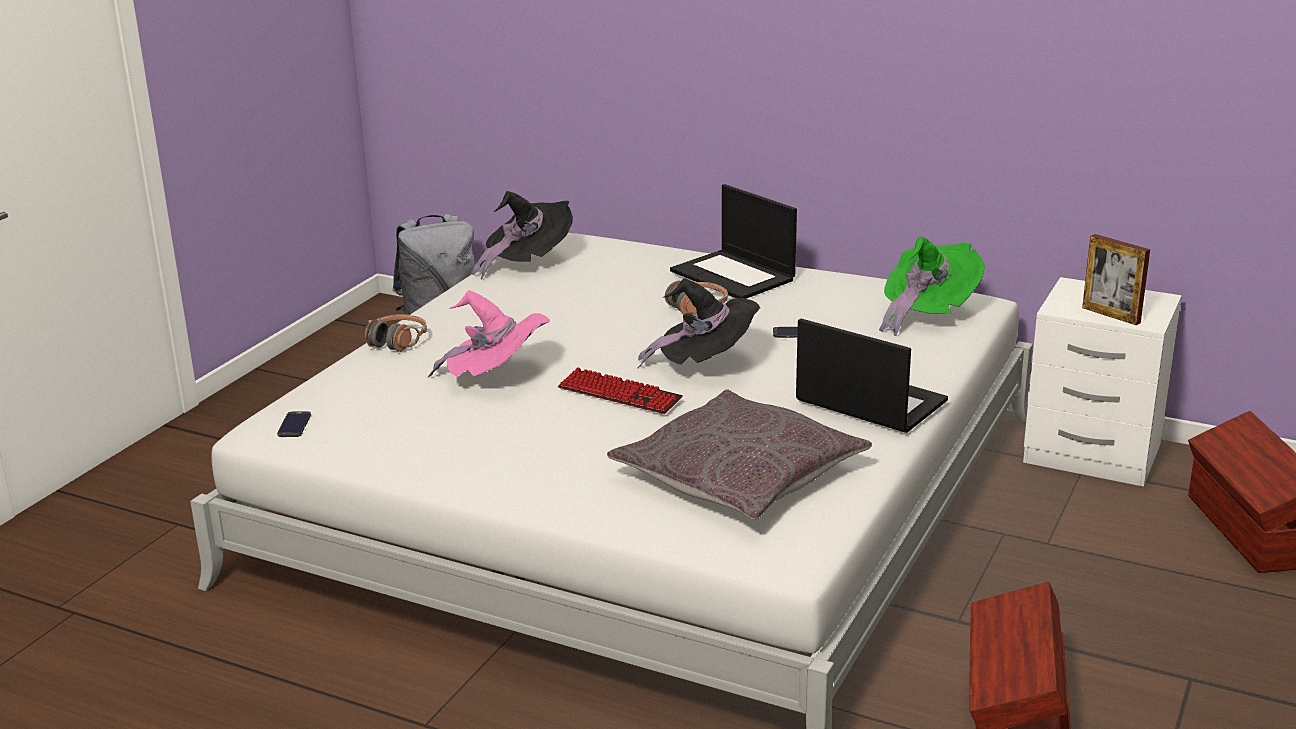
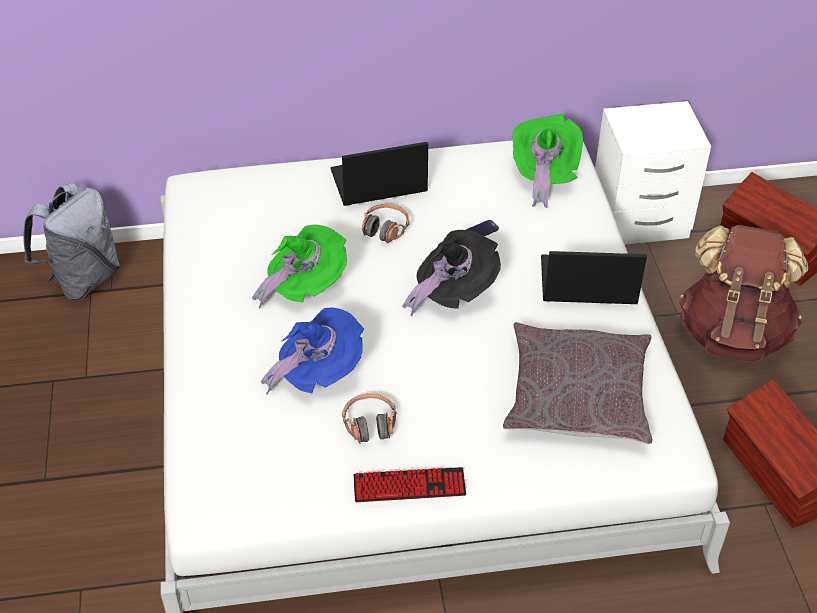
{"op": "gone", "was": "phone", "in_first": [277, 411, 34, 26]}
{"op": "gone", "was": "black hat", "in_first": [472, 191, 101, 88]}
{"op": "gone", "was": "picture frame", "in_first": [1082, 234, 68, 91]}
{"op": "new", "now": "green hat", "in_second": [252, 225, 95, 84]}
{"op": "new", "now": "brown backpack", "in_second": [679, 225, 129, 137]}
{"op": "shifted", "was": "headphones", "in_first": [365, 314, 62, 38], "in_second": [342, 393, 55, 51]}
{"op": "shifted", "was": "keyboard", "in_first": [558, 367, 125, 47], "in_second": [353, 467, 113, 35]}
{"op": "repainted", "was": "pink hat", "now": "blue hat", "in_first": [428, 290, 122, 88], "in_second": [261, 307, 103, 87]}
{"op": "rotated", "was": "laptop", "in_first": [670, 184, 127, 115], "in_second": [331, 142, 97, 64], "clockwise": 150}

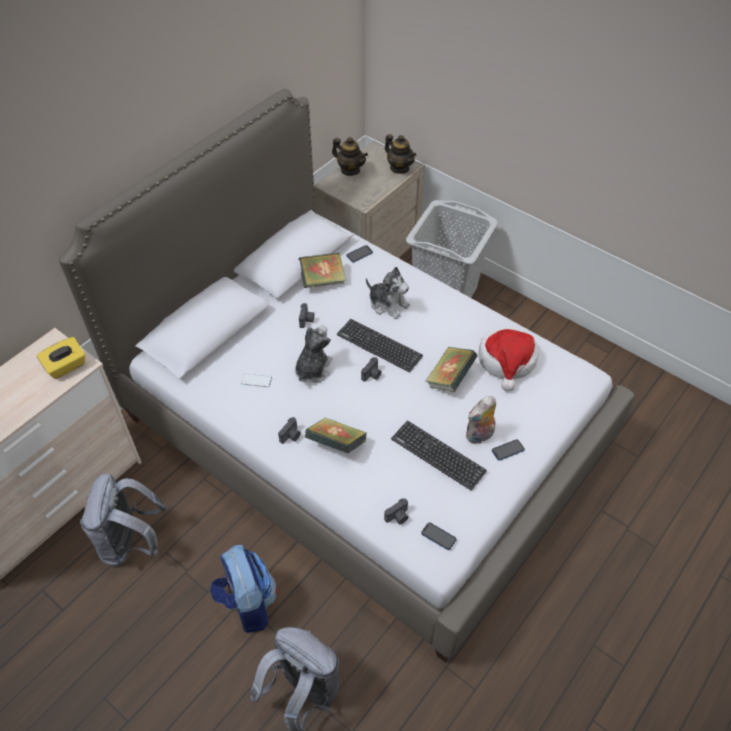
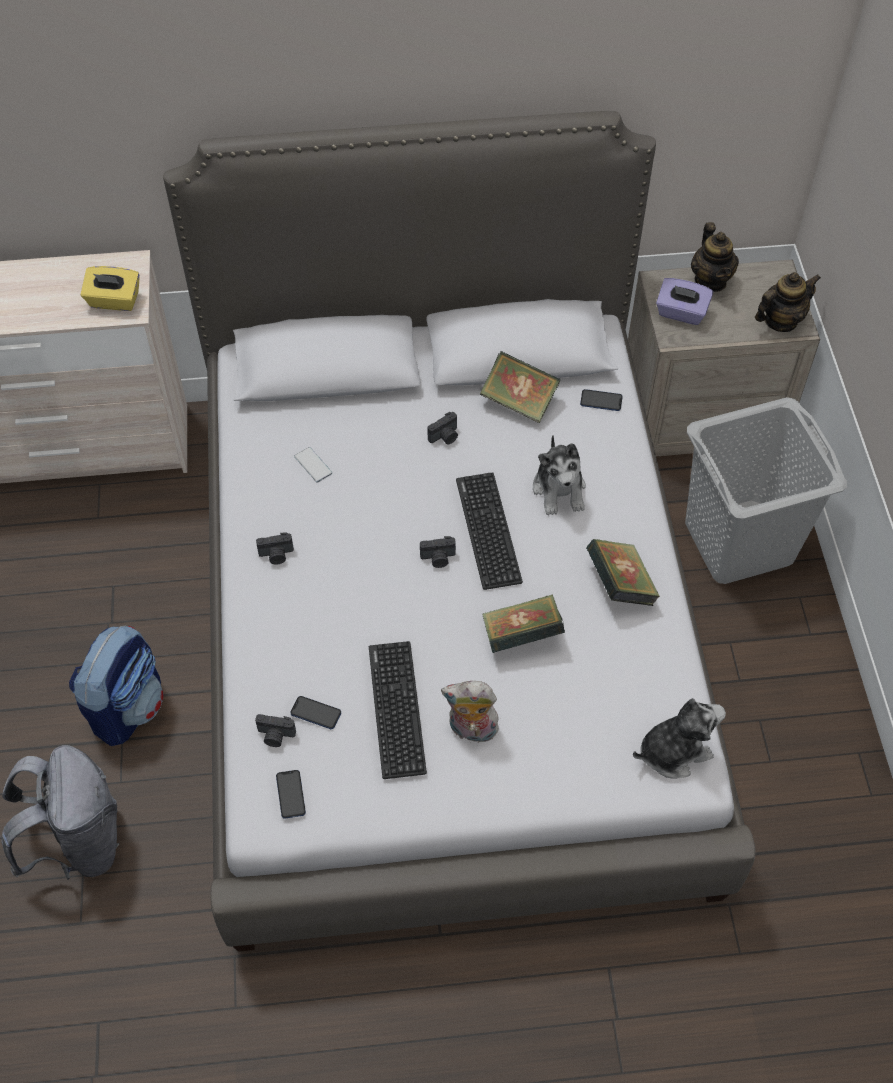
{"op": "gone", "was": "grey backpack", "in_first": [80, 473, 87, 93]}
{"op": "gone", "was": "hat", "in_first": [478, 326, 61, 66]}
{"op": "new", "now": "purple tissue box", "in_second": [656, 278, 57, 47]}
{"op": "shifted", "was": "plush toy", "in_first": [295, 325, 38, 58], "in_second": [633, 698, 93, 81]}
{"op": "shifted", "was": "book", "in_first": [305, 417, 62, 37], "in_second": [586, 539, 74, 67]}
{"op": "shifted", "was": "phone", "in_first": [492, 439, 33, 22], "in_second": [290, 696, 51, 33]}
{"op": "rotated", "was": "teapot", "in_first": [385, 134, 31, 40], "in_second": [755, 272, 66, 60], "clockwise": -120}

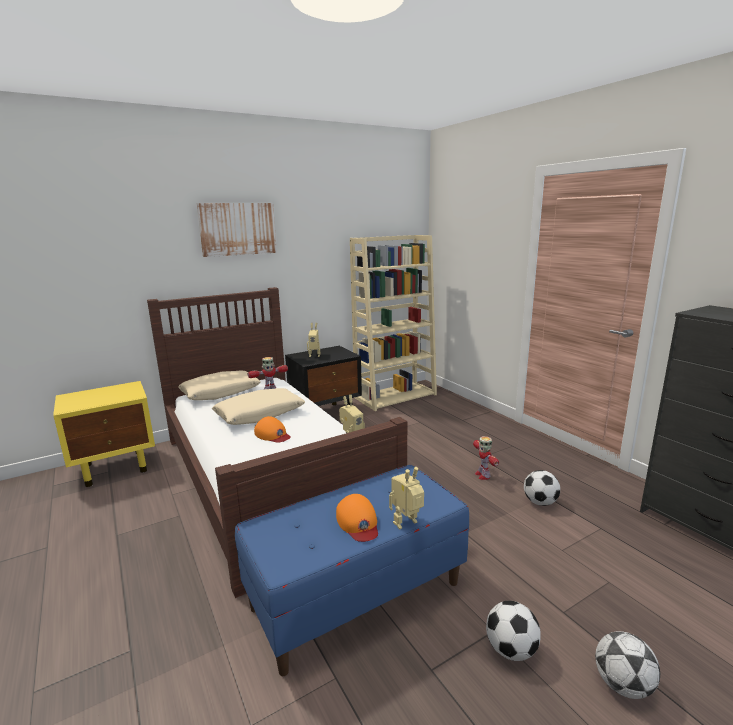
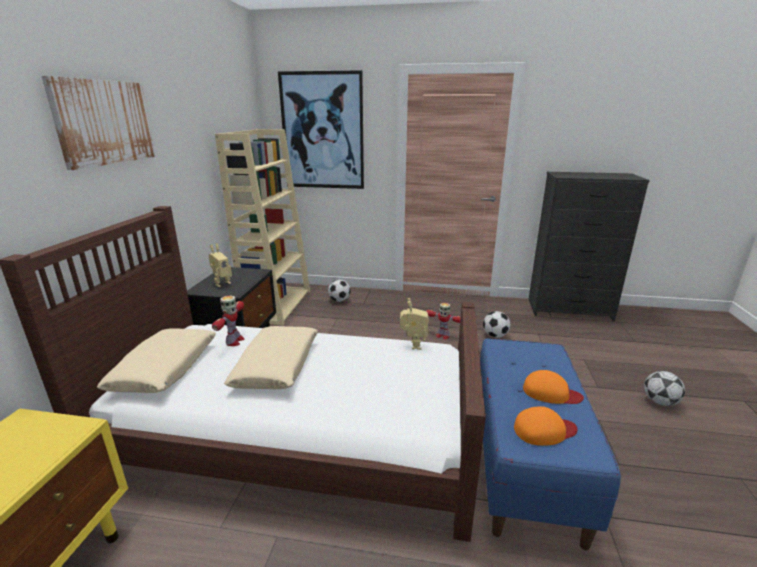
{"op": "gone", "was": "toy robot", "in_first": [389, 467, 35, 62]}
{"op": "new", "now": "picture", "in_second": [278, 70, 86, 119]}
{"op": "shifted", "was": "orange cap", "in_first": [254, 416, 37, 27], "in_second": [514, 406, 63, 40]}
{"op": "shifted", "was": "football", "in_first": [486, 601, 55, 60], "in_second": [328, 280, 23, 22]}

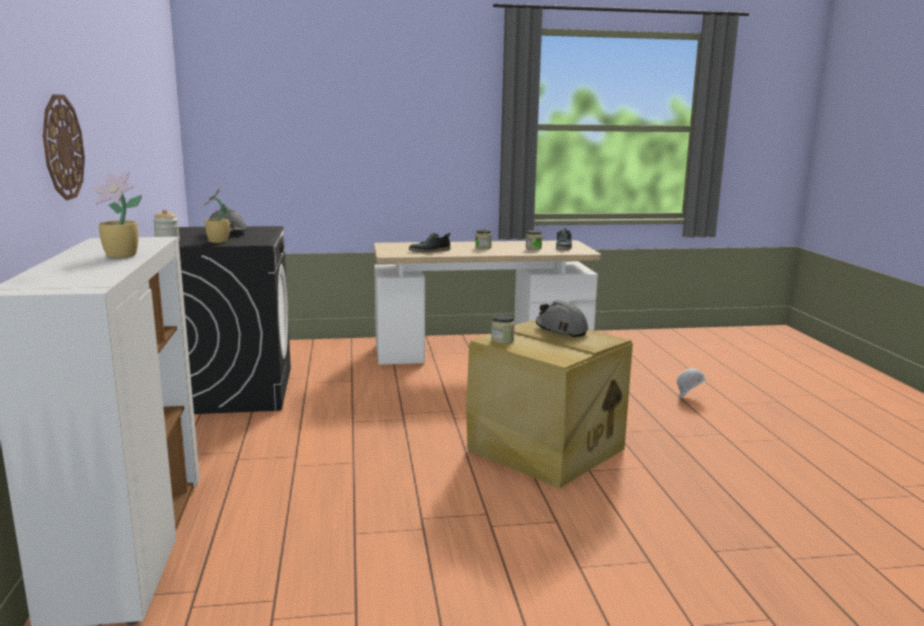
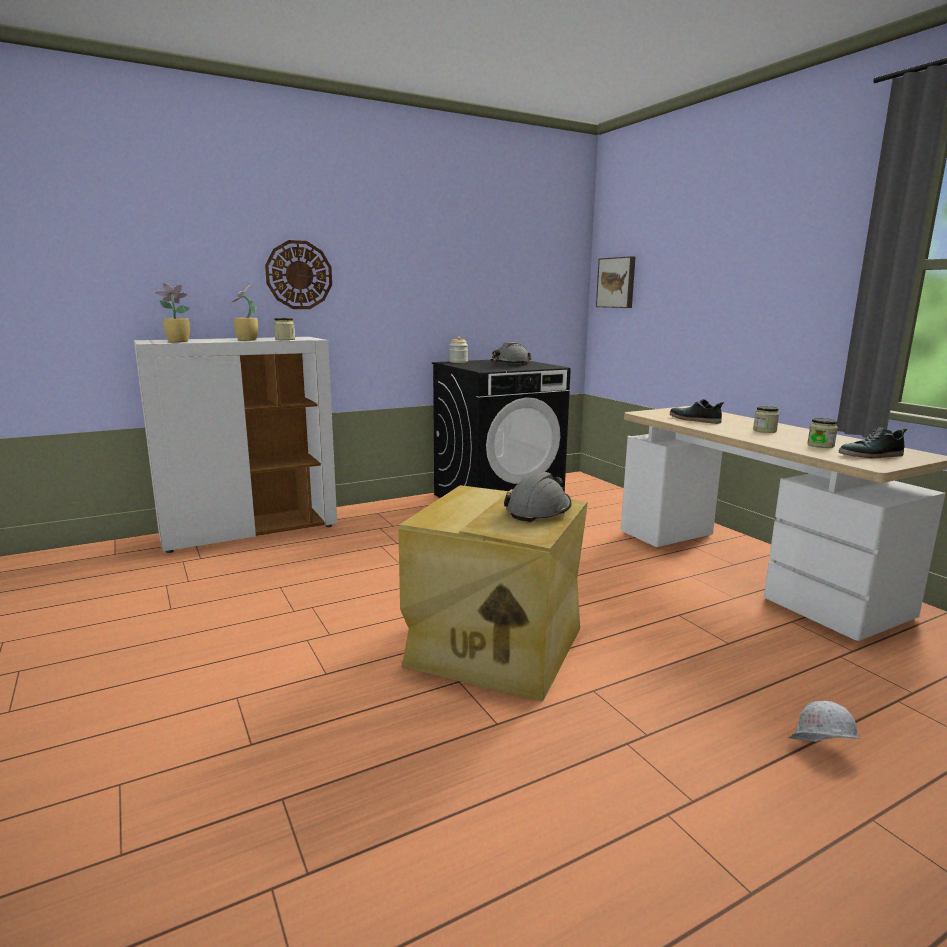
{"op": "new", "now": "picture", "in_second": [596, 256, 40, 52]}
{"op": "shifted", "was": "potted plant", "in_first": [202, 187, 28, 56], "in_second": [155, 283, 35, 59]}
{"op": "shifted", "was": "jar", "in_first": [491, 315, 24, 29], "in_second": [274, 318, 21, 22]}

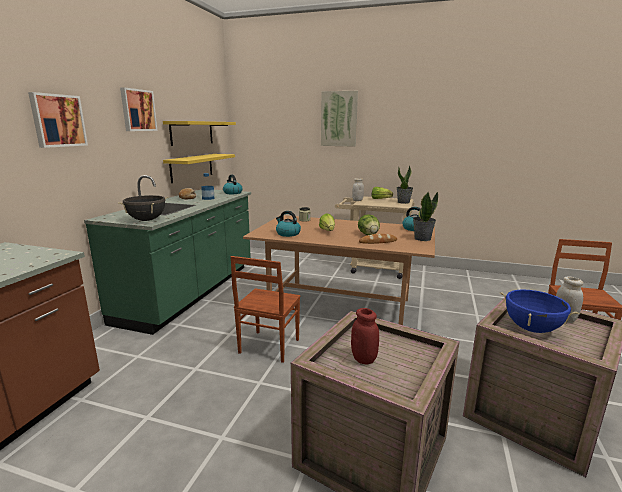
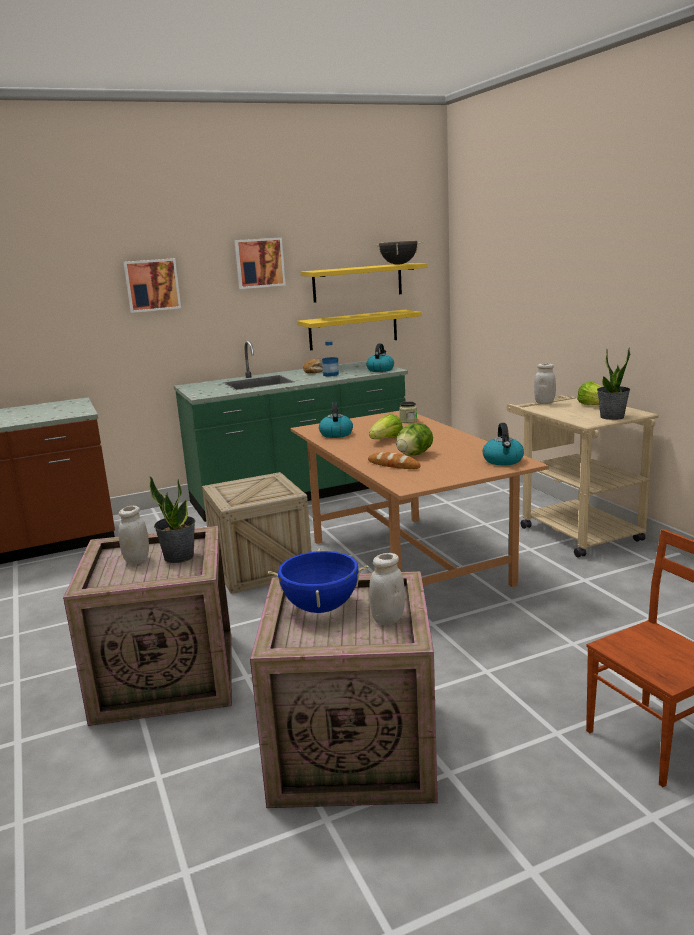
{"op": "gone", "was": "picture", "in_first": [321, 91, 37, 56]}
{"op": "shifted", "was": "black cooking pot", "in_first": [118, 195, 51, 26], "in_second": [374, 241, 48, 24]}
{"op": "shifted", "was": "potted plant", "in_first": [413, 192, 25, 49], "in_second": [149, 476, 46, 87]}
{"op": "swapped", "was": "brown chair", "now": "crate", "in_first": [231, 256, 70, 107], "in_second": [202, 472, 110, 122]}
{"op": "repainted", "was": "red jar", "now": "white jar", "in_first": [351, 308, 28, 56], "in_second": [118, 506, 31, 59]}

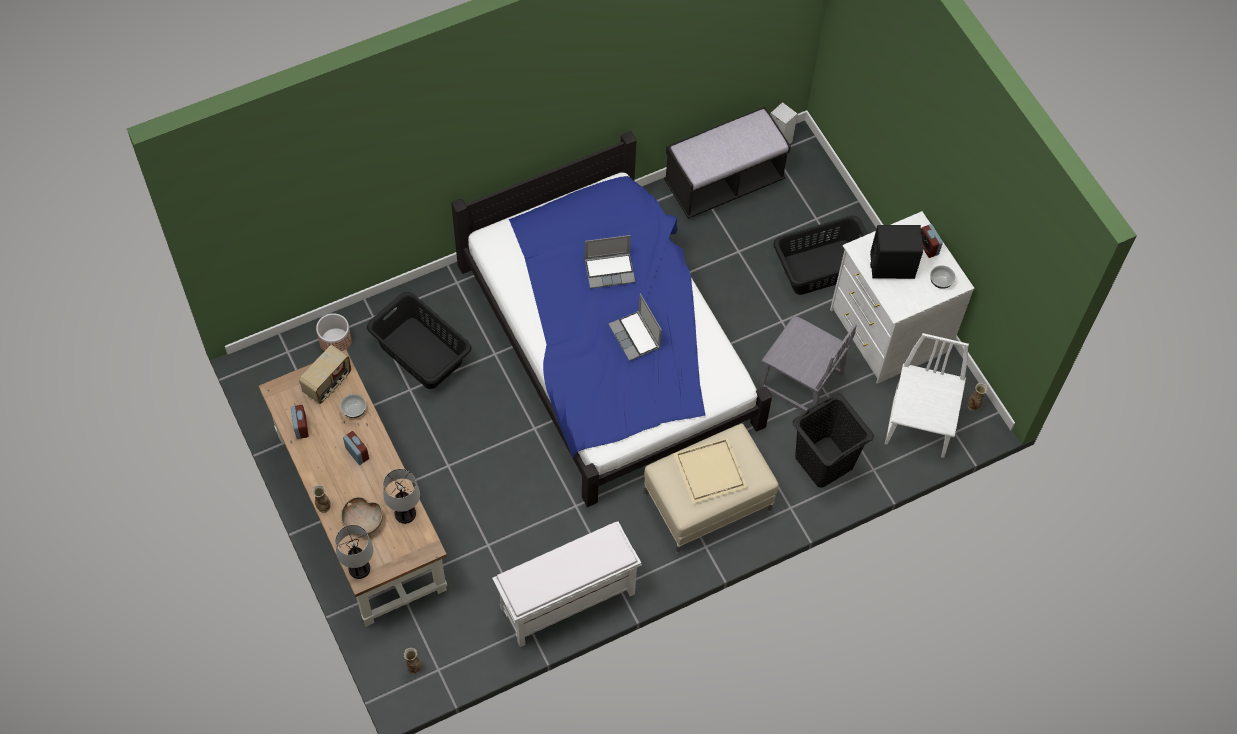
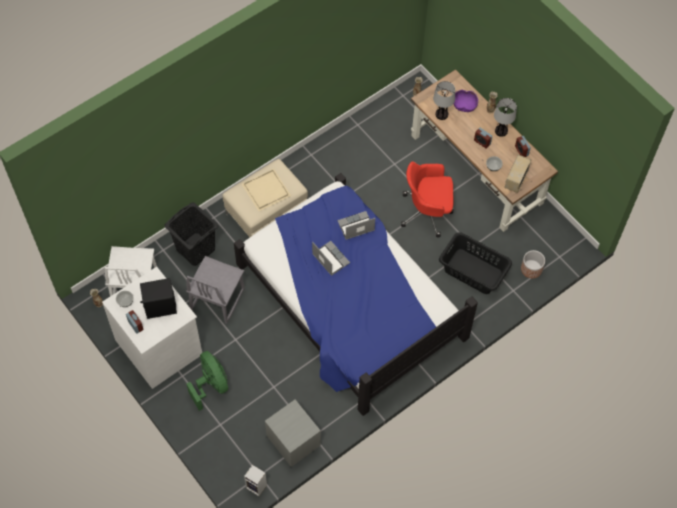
{"op": "gone", "was": "white bench", "in_first": [492, 521, 150, 126]}
{"op": "new", "now": "red office chair", "in_second": [401, 162, 53, 75]}
{"op": "shifted", "was": "table lamp", "in_first": [335, 525, 38, 54], "in_second": [494, 98, 23, 39]}
{"op": "shifted", "was": "laptop", "in_first": [585, 235, 50, 54], "in_second": [337, 211, 38, 29]}
{"op": "swapped", "was": "black bench", "now": "grey nightstand", "in_first": [664, 107, 127, 112], "in_second": [265, 400, 56, 67]}
{"op": "swapped", "was": "black laundry basket", "now": "green fan", "in_first": [773, 216, 94, 79], "in_second": [187, 351, 41, 60]}
{"op": "repainted", "was": "brown bowl", "now": "purple bowl", "in_first": [341, 497, 42, 39], "in_second": [454, 90, 24, 22]}
{"op": "rotated", "was": "grey chair", "in_first": [759, 315, 98, 97], "in_second": [186, 256, 59, 68], "clockwise": -90}

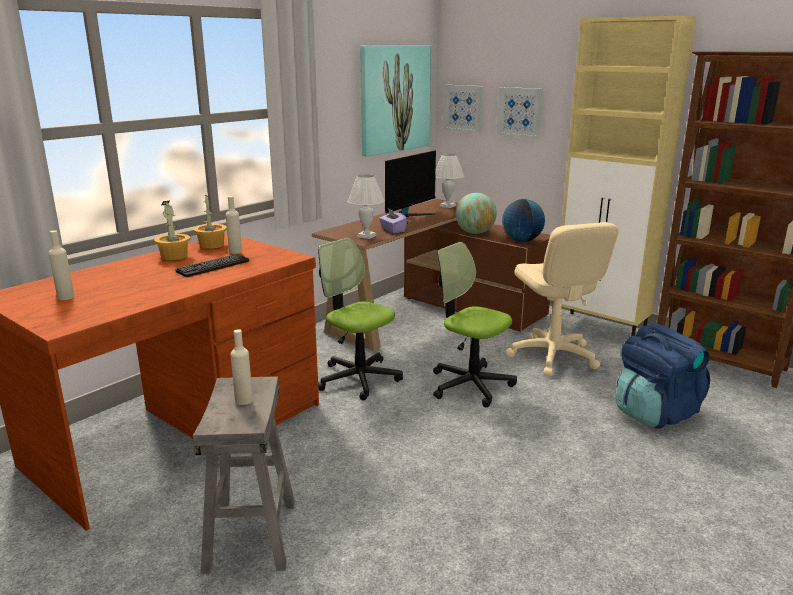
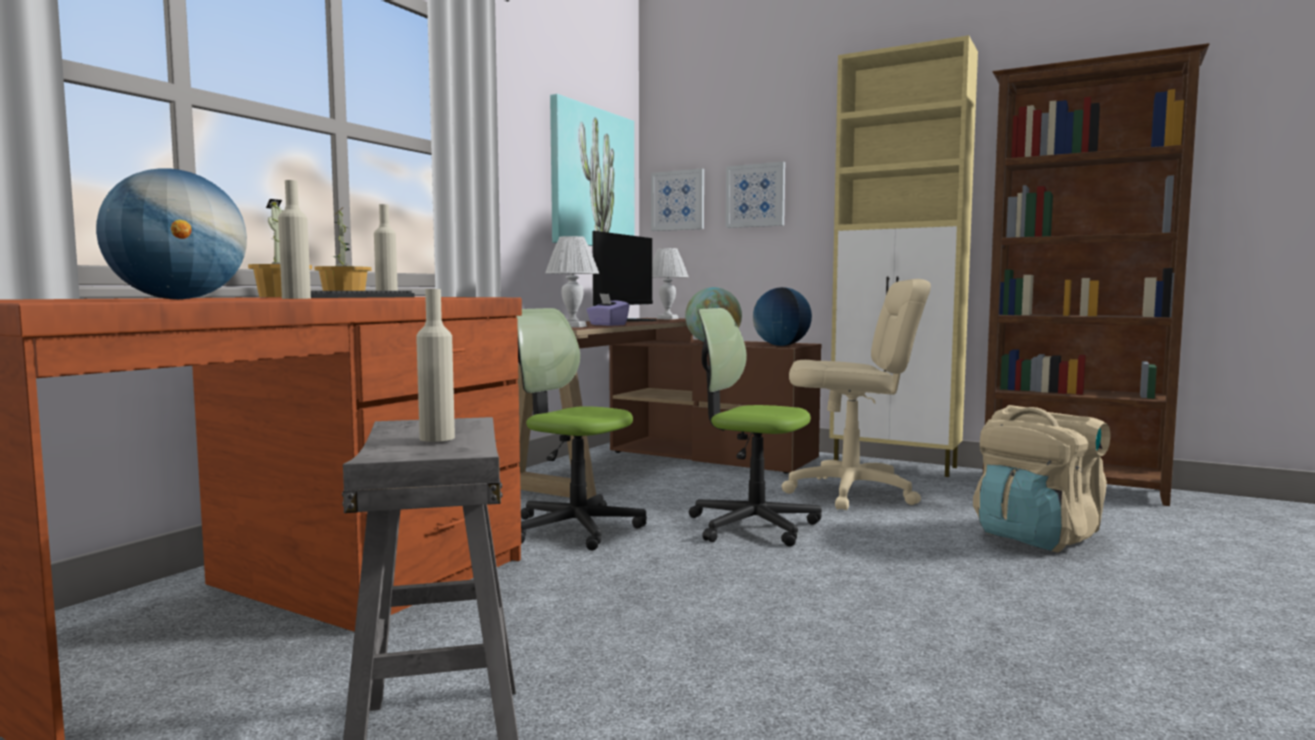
{"op": "new", "now": "globe", "in_second": [96, 168, 151, 131]}
{"op": "shifted", "was": "beige bottle", "in_first": [49, 230, 26, 70], "in_second": [278, 180, 33, 119]}
{"op": "repainted", "was": "blue backpack", "now": "beige backpack", "in_first": [616, 323, 94, 106], "in_second": [973, 405, 137, 148]}
{"op": "rotated", "was": "beige office chair", "in_first": [505, 222, 114, 154], "in_second": [782, 279, 149, 231], "clockwise": -60}

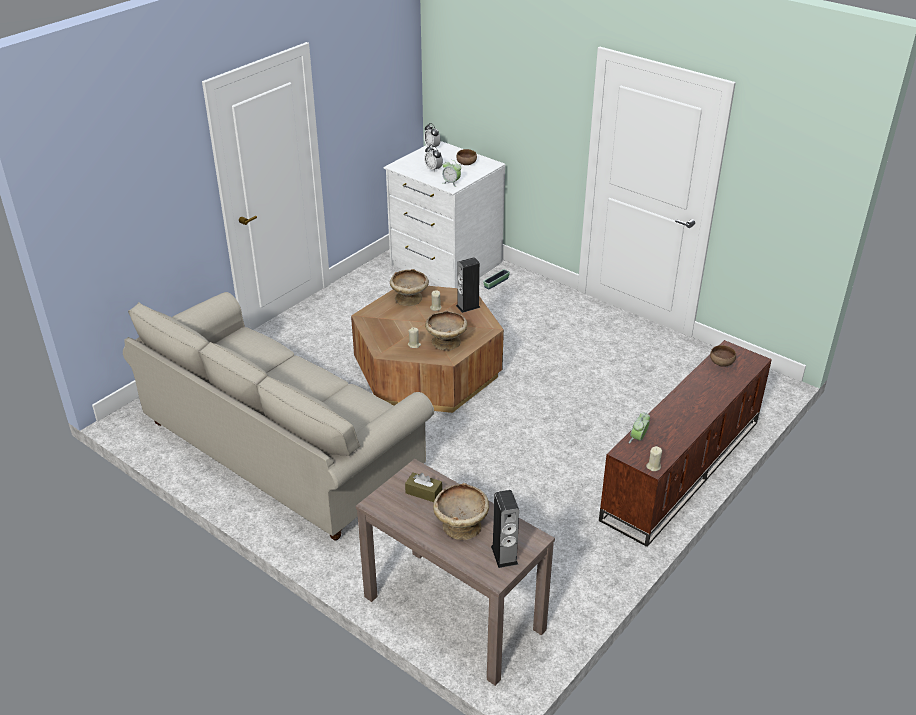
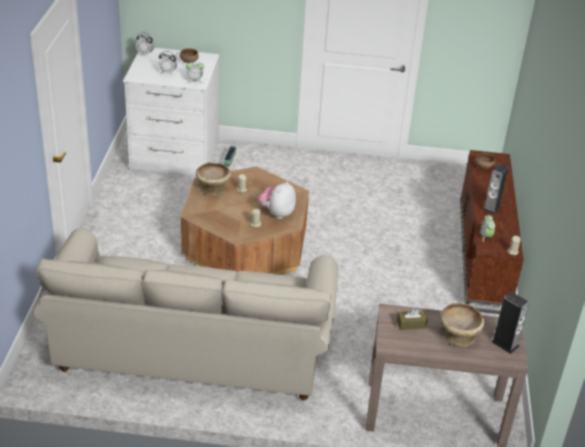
{"op": "shifted", "was": "speaker", "in_first": [456, 257, 25, 56], "in_second": [483, 163, 26, 52]}
{"op": "swapped", "was": "beige bowl", "now": "plush toy", "in_first": [425, 310, 43, 41], "in_second": [258, 182, 38, 37]}

